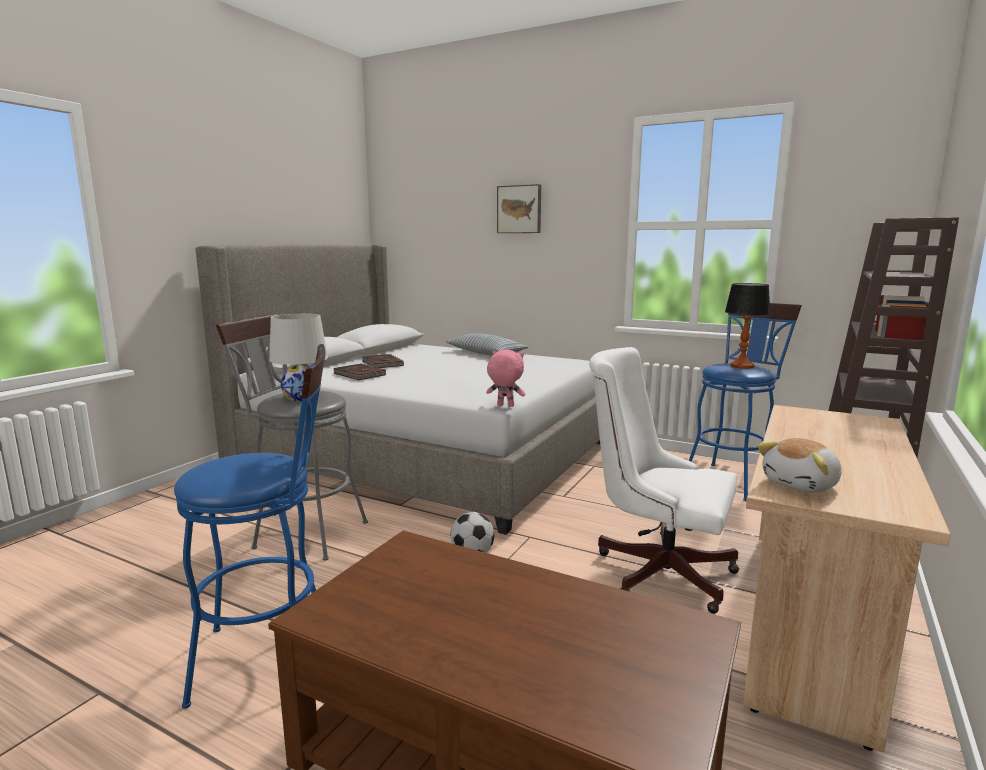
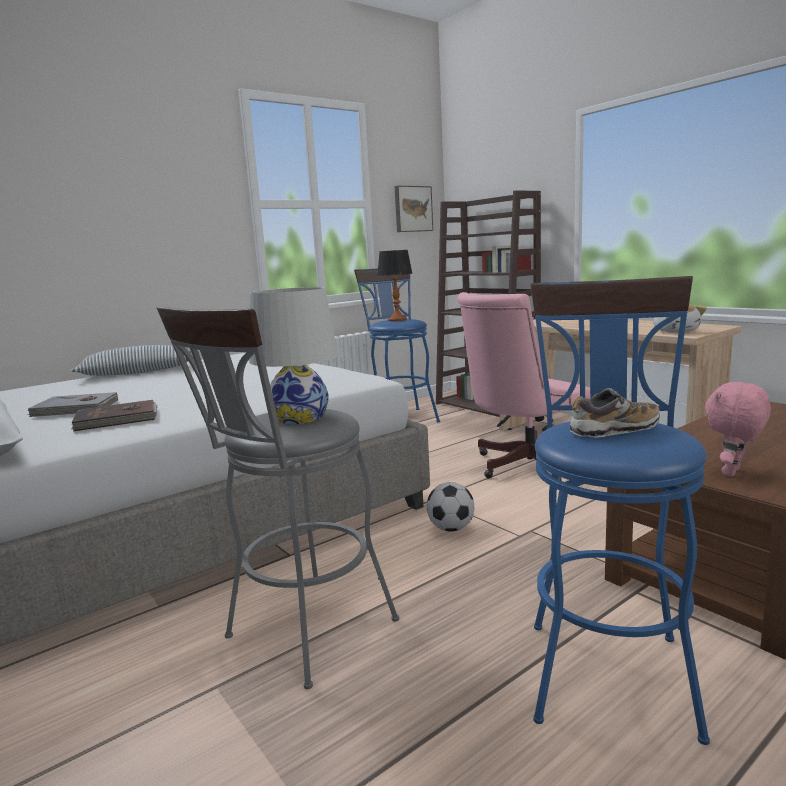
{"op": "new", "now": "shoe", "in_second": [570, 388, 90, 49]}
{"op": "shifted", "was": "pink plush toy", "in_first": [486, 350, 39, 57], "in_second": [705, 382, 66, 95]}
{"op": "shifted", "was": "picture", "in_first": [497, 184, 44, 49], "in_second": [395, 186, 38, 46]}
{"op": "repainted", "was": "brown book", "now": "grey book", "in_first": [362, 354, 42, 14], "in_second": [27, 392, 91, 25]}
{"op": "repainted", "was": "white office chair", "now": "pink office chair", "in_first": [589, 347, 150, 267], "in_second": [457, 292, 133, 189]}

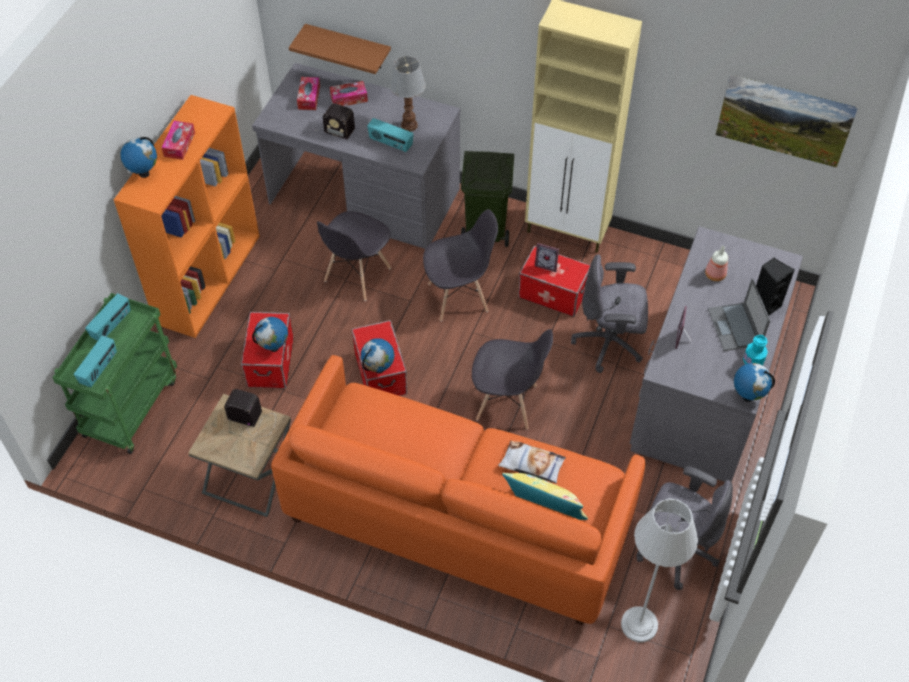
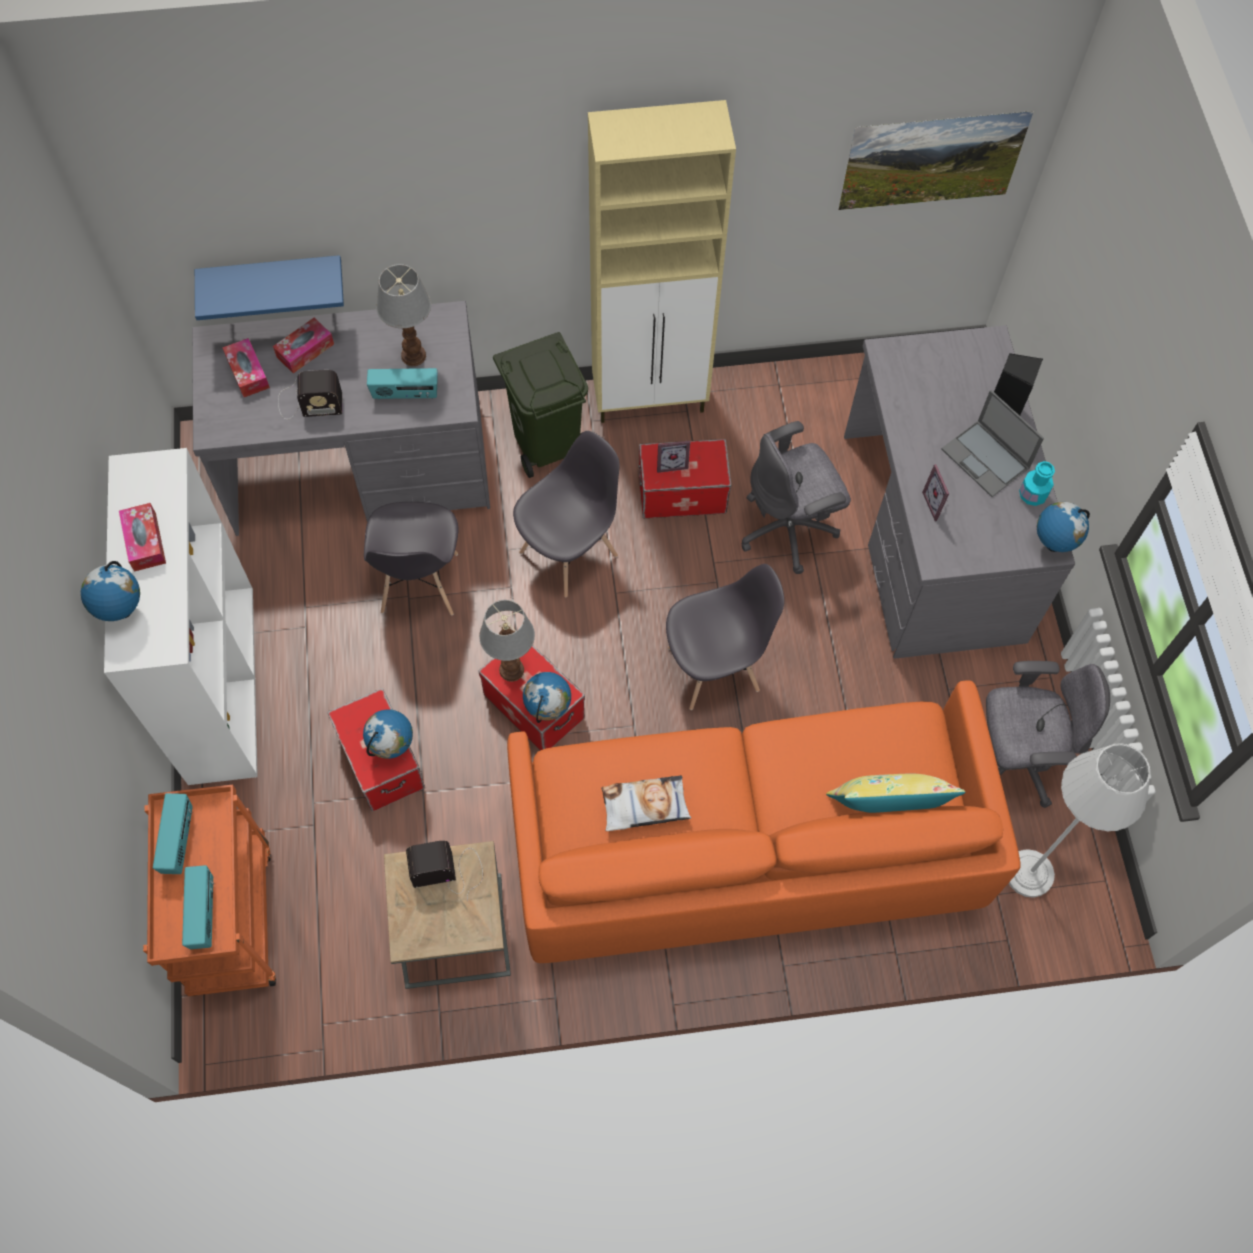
{"op": "gone", "was": "bottle", "in_first": [705, 246, 23, 35]}
{"op": "new", "now": "table lamp", "in_second": [479, 600, 56, 82]}
{"op": "shifted", "was": "pillow", "in_first": [498, 440, 68, 44], "in_second": [601, 775, 90, 56]}
{"op": "repainted", "was": "green cart", "now": "orange cart", "in_first": [52, 293, 125, 161], "in_second": [143, 784, 133, 212]}
{"op": "repainted", "was": "orange bookcase", "now": "white bookcase", "in_first": [114, 95, 146, 243], "in_second": [104, 448, 154, 337]}
{"op": "repainted", "was": "brown shelf", "now": "blue shelf", "in_first": [289, 24, 102, 50], "in_second": [195, 255, 149, 65]}

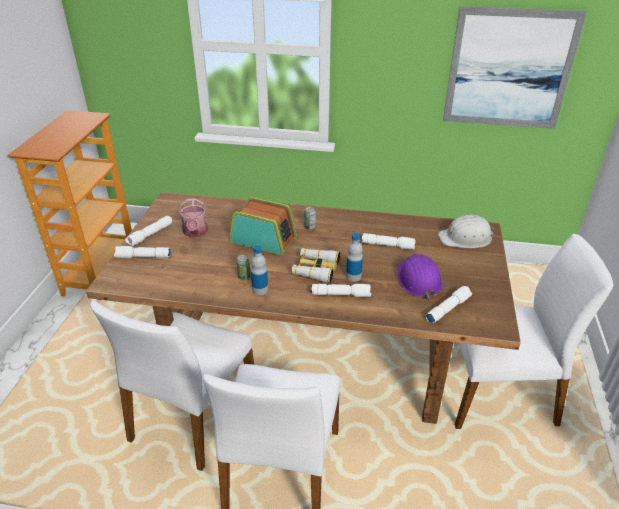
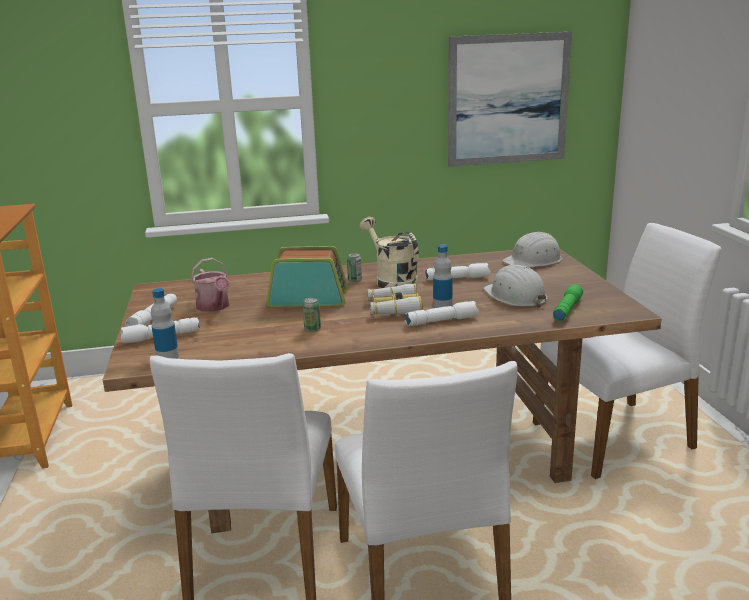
{"op": "new", "now": "beige watering can", "in_second": [360, 217, 59, 71]}
{"op": "shifted", "was": "bottle", "in_first": [251, 245, 17, 50], "in_second": [151, 288, 28, 71]}
{"op": "repainted", "was": "purple hard hat", "now": "white hard hat", "in_first": [398, 254, 45, 46], "in_second": [483, 265, 64, 43]}
{"op": "repainted", "was": "white flashlight", "now": "green flashlight", "in_first": [426, 286, 46, 37], "in_second": [553, 284, 30, 37]}

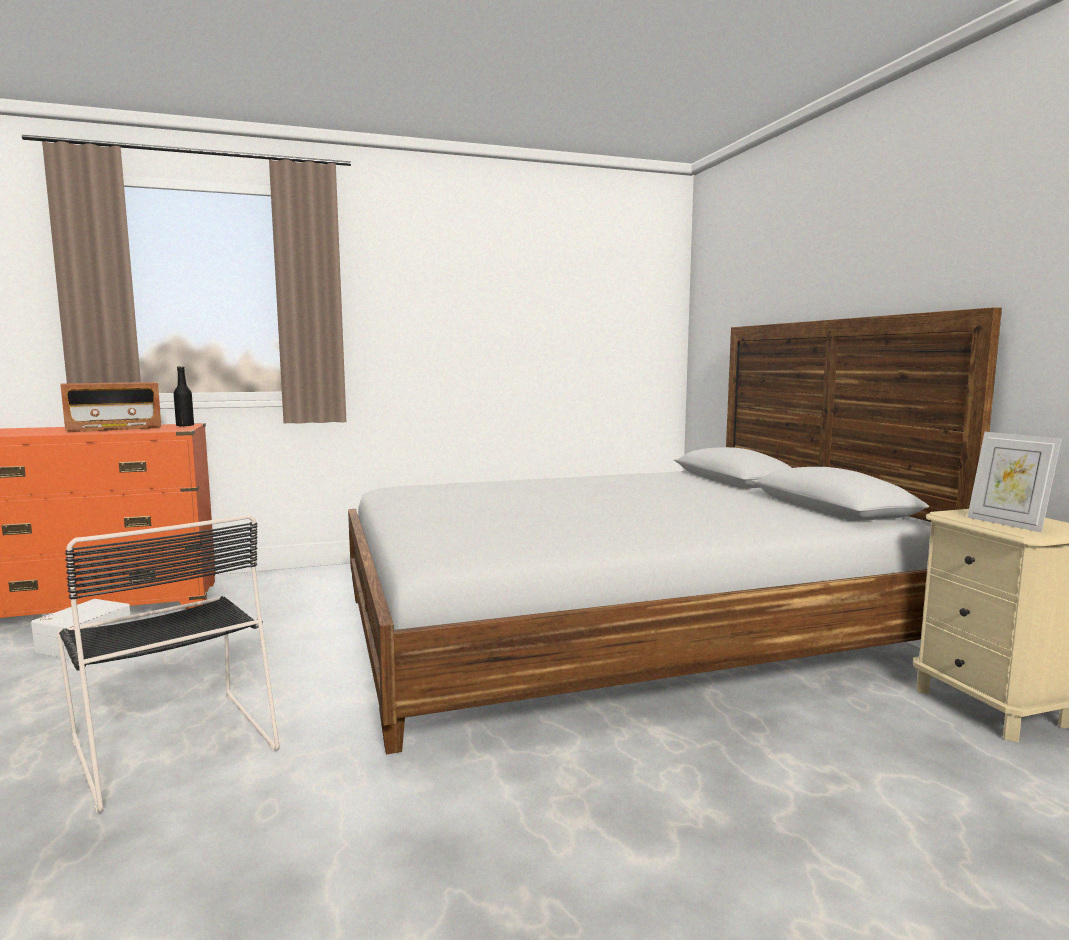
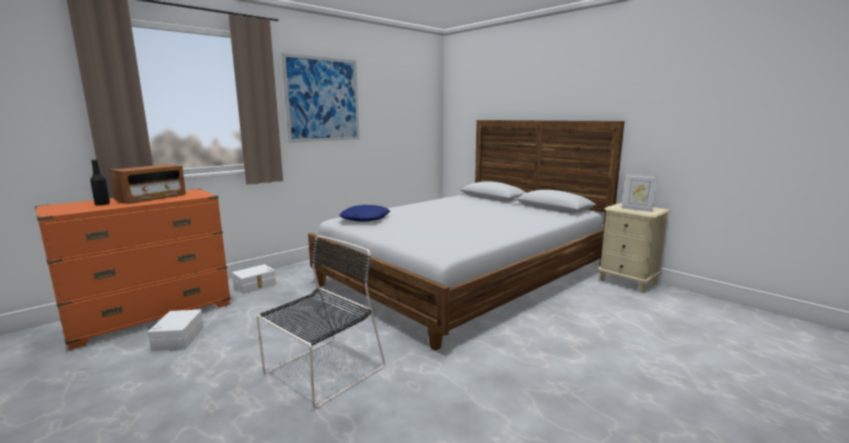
{"op": "new", "now": "white storage box", "in_second": [232, 264, 44, 30]}
{"op": "new", "now": "picture", "in_second": [281, 53, 78, 90]}
{"op": "new", "now": "blue pillow", "in_second": [339, 205, 51, 17]}
{"op": "shifted", "was": "black bottle", "in_first": [174, 366, 20, 61], "in_second": [90, 160, 20, 46]}
{"op": "rotated", "was": "black chair", "in_first": [57, 514, 222, 298], "in_second": [256, 235, 129, 174], "clockwise": -75}

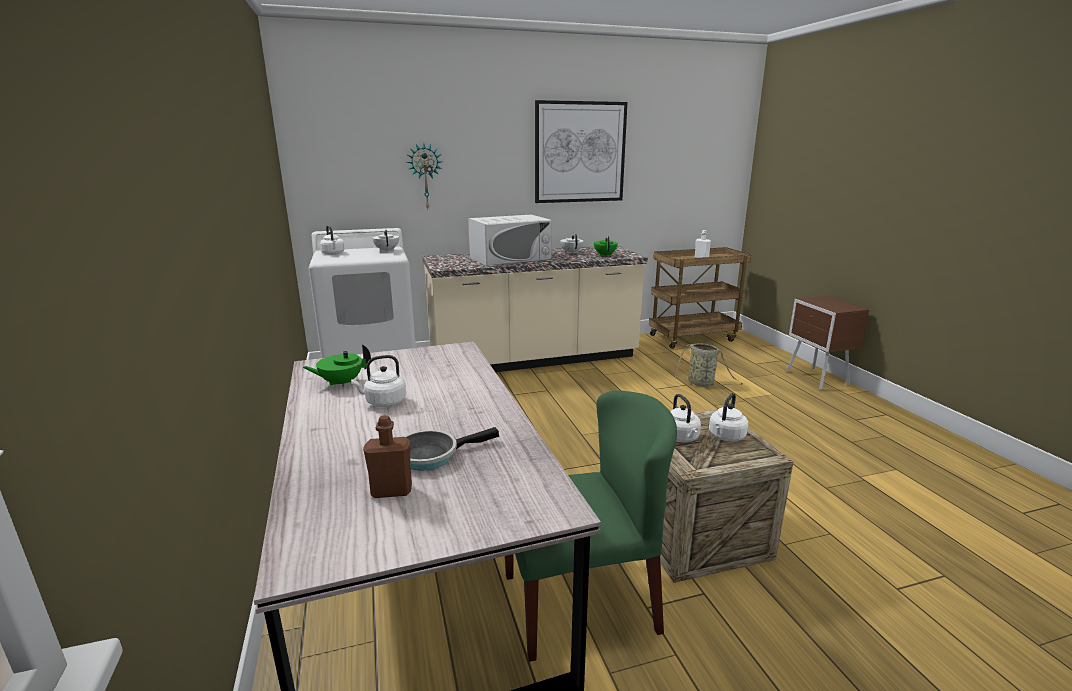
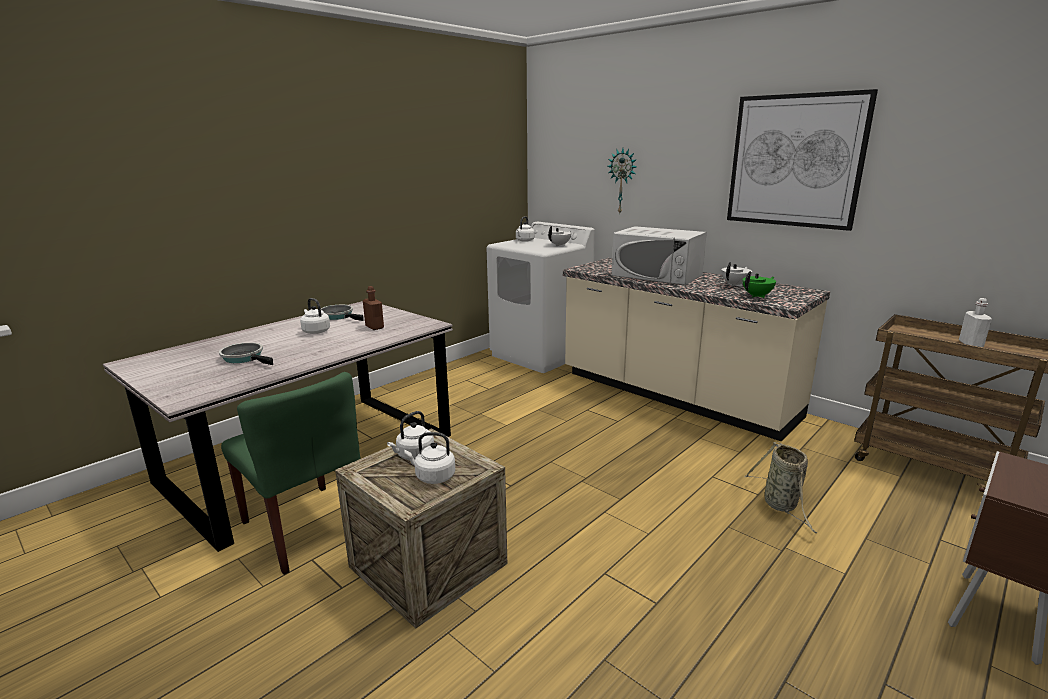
{"op": "shifted", "was": "brown bottle", "in_first": [363, 415, 49, 83], "in_second": [363, 286, 21, 44]}
{"op": "swapped", "was": "green teapot", "now": "frying pan", "in_first": [303, 344, 68, 43], "in_second": [321, 305, 43, 16]}

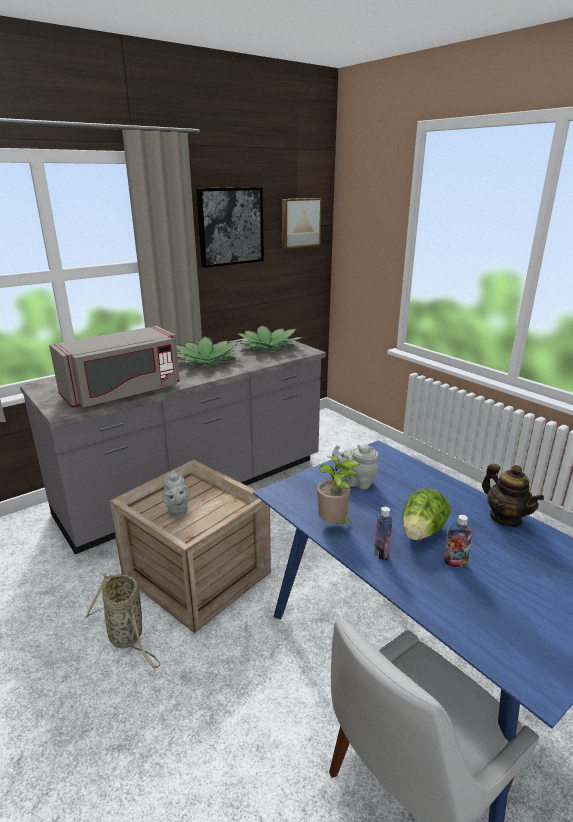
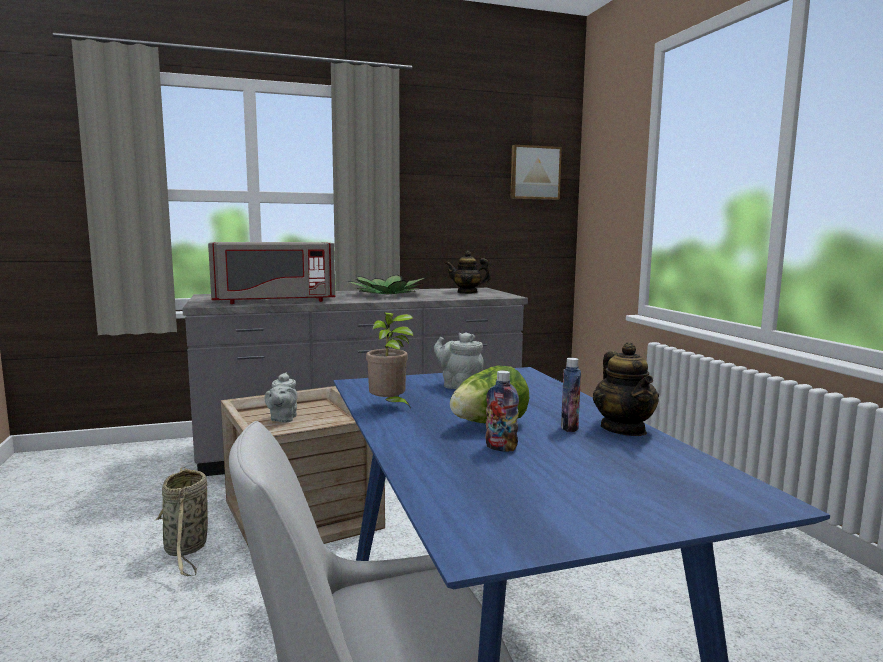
{"op": "gone", "was": "picture", "in_first": [196, 187, 68, 81]}
{"op": "shifted", "was": "bottle", "in_first": [374, 507, 18, 54], "in_second": [561, 358, 20, 74]}
{"op": "swapped", "was": "potted plant", "now": "teapot", "in_first": [237, 325, 66, 26], "in_second": [446, 251, 45, 43]}

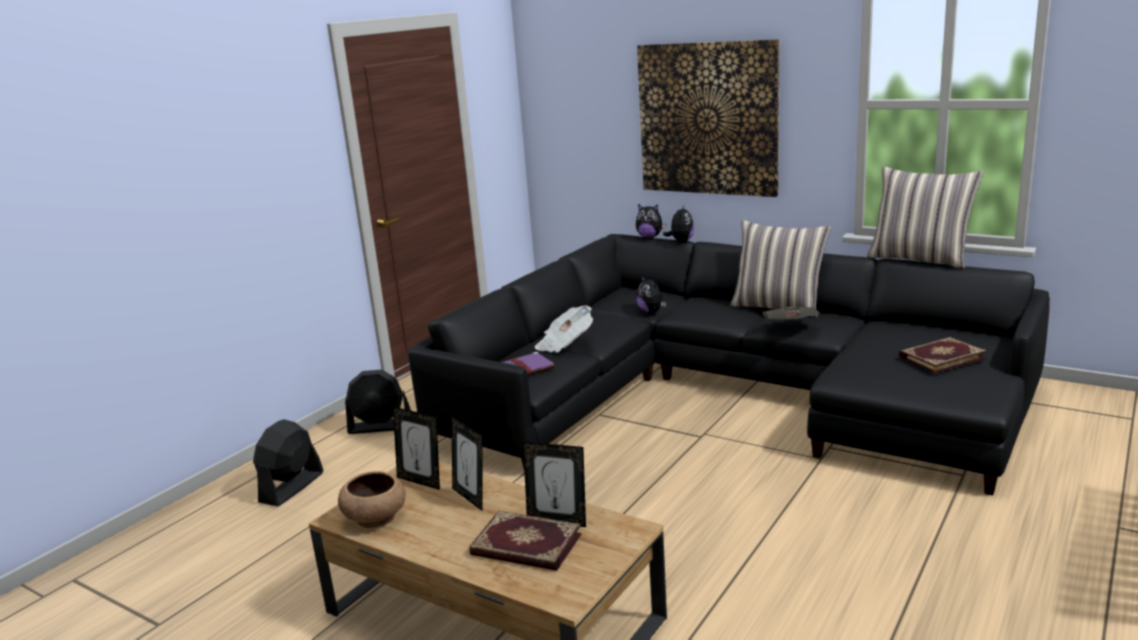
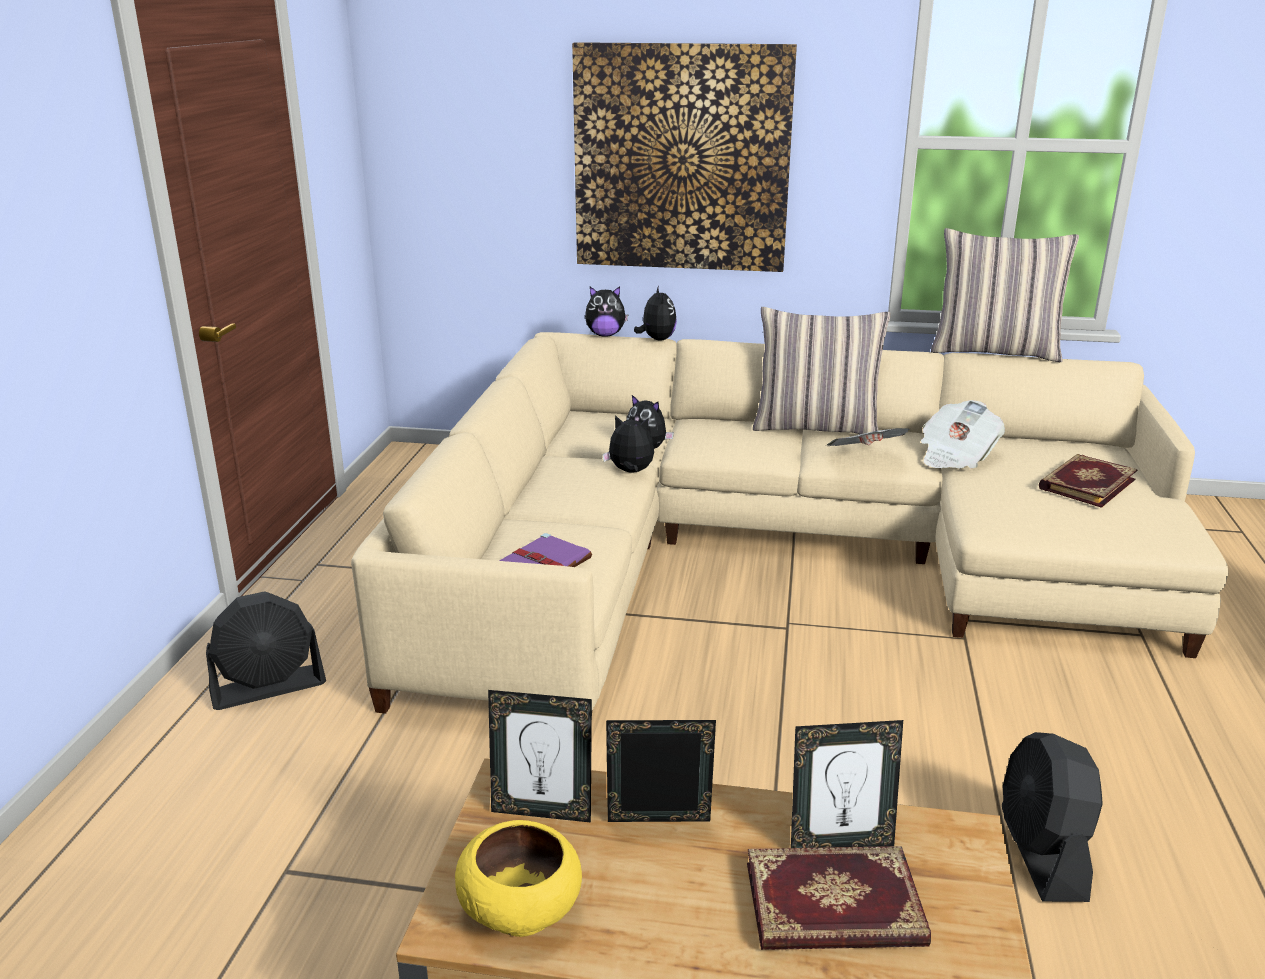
{"op": "new", "now": "plush toy", "in_second": [602, 415, 52, 58]}
{"op": "shifted", "was": "black fan", "in_first": [253, 419, 71, 87], "in_second": [1002, 732, 101, 170]}
{"op": "shifted", "was": "newspaper", "in_first": [535, 306, 58, 47], "in_second": [921, 400, 84, 69]}
{"op": "repainted", "was": "brown bowl", "now": "yellow bowl", "in_first": [338, 471, 68, 57], "in_second": [455, 820, 127, 117]}
{"op": "repainted", "was": "black sofa", "now": "beige sofa", "in_first": [408, 234, 642, 261], "in_second": [351, 332, 877, 382]}
{"op": "rotated", "was": "picture frame", "in_first": [452, 417, 31, 94], "in_second": [606, 720, 110, 102], "clockwise": 150}

